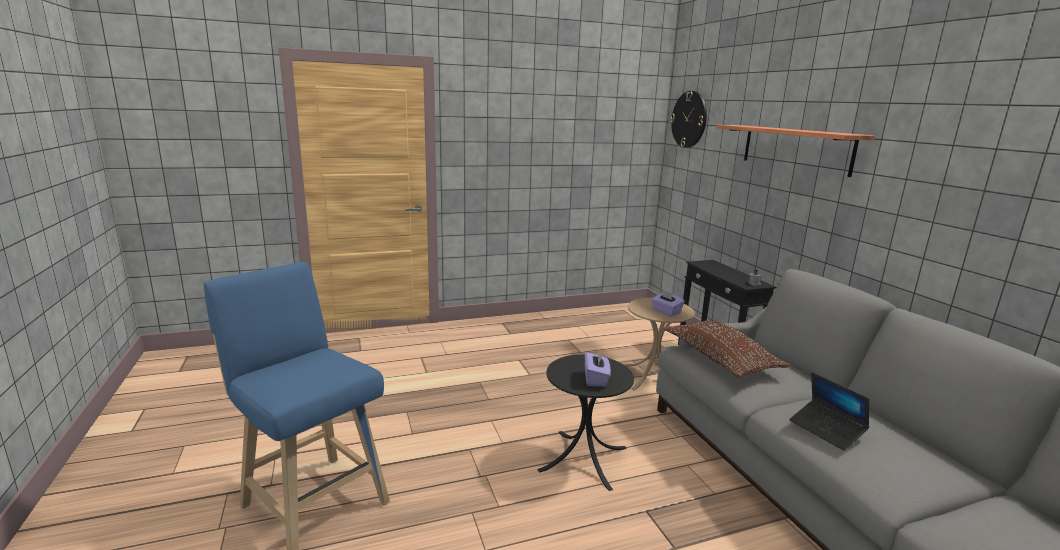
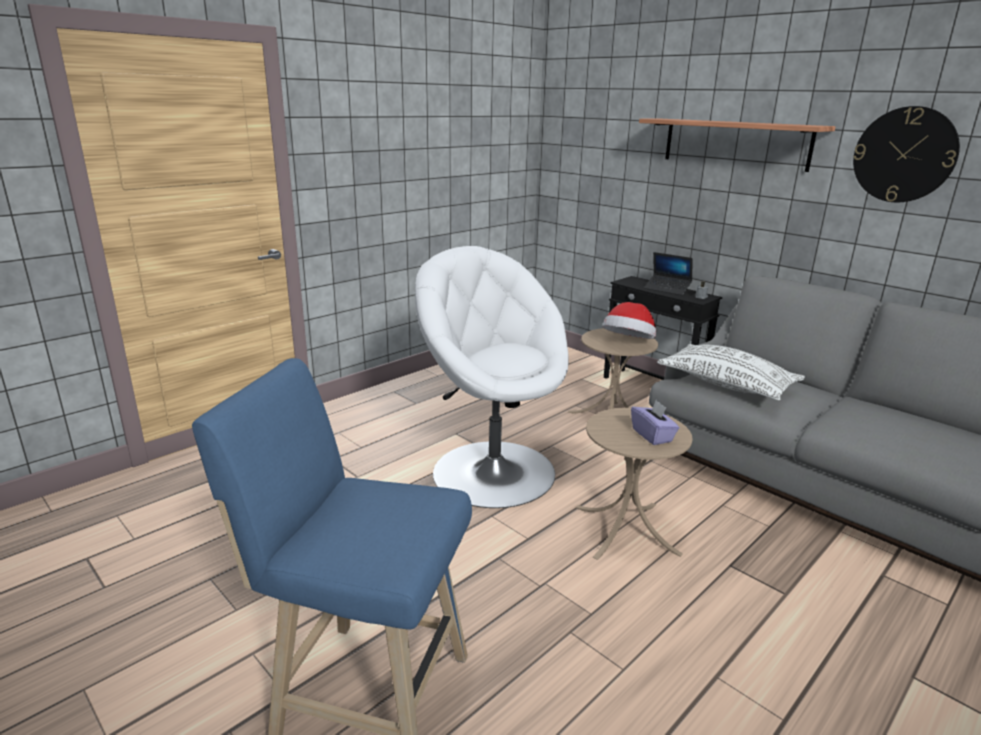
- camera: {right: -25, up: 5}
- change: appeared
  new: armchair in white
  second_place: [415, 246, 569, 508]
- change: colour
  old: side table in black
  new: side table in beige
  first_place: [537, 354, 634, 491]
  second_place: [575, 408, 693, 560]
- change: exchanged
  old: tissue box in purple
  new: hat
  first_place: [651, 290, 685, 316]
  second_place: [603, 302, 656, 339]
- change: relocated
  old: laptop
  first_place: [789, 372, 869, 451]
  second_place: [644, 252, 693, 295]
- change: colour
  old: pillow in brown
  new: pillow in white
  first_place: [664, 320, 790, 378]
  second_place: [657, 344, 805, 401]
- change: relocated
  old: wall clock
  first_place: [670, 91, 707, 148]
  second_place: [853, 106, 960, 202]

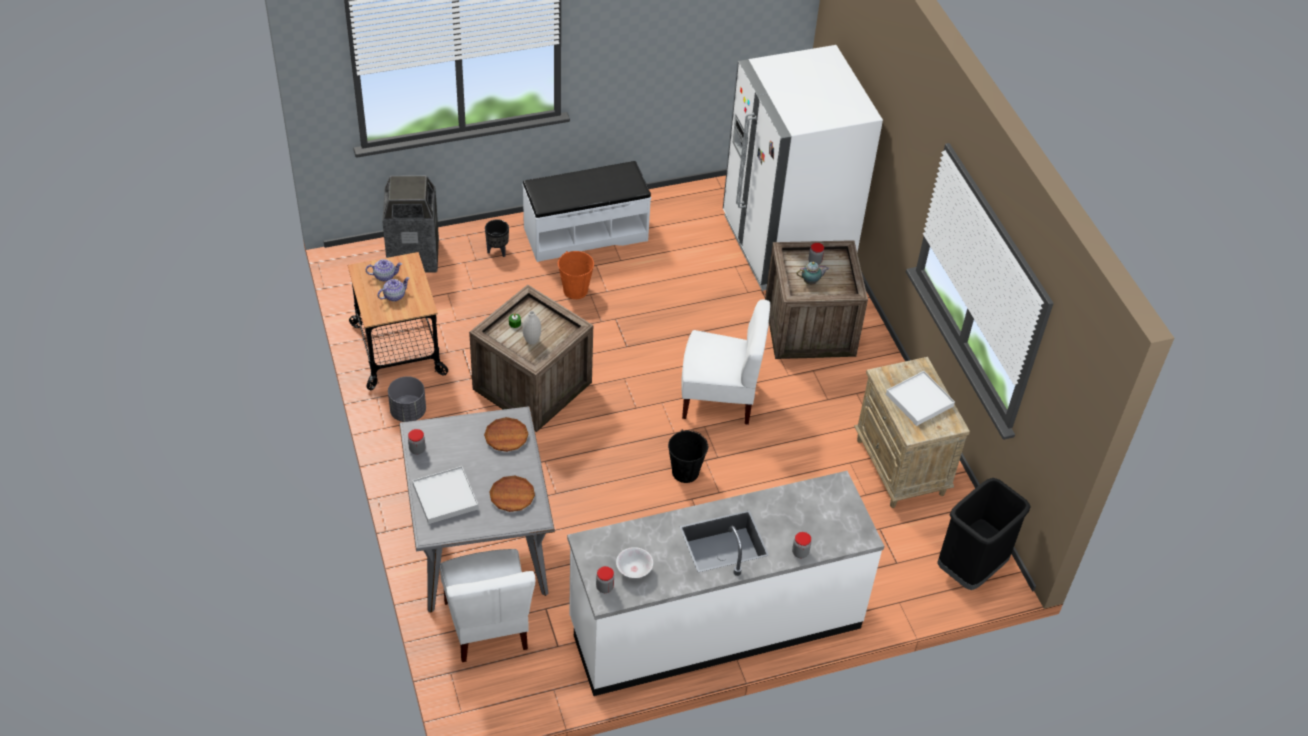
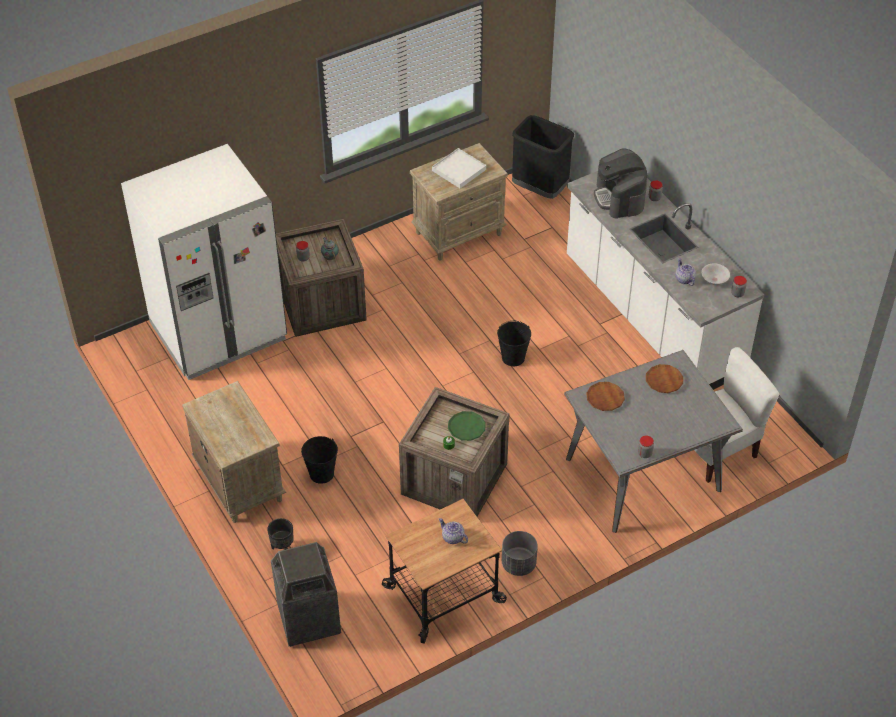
- camera: {right: -100, up: 0}
- change: exchanged
  old: bench in white
  new: nightstand in beige
  first_place: [522, 161, 651, 262]
  second_place: [182, 381, 286, 523]
- change: colour
  old: bucket in orange
  new: bucket in black
  first_place: [558, 251, 594, 299]
  second_place: [301, 436, 338, 484]
- change: exchanged
  old: vase in white
  new: plate in green
  first_place: [522, 311, 541, 345]
  second_place: [448, 411, 486, 441]
- change: appeared
  new: coffee machine
  second_place: [594, 149, 647, 218]
- change: relocated
  old: teapot
  first_place: [366, 259, 402, 281]
  second_place: [675, 258, 696, 286]
- change: missing
  old: tray in white
  first_place: [412, 466, 479, 524]
- change: missing
  old: chair in white
  first_place: [682, 299, 770, 425]

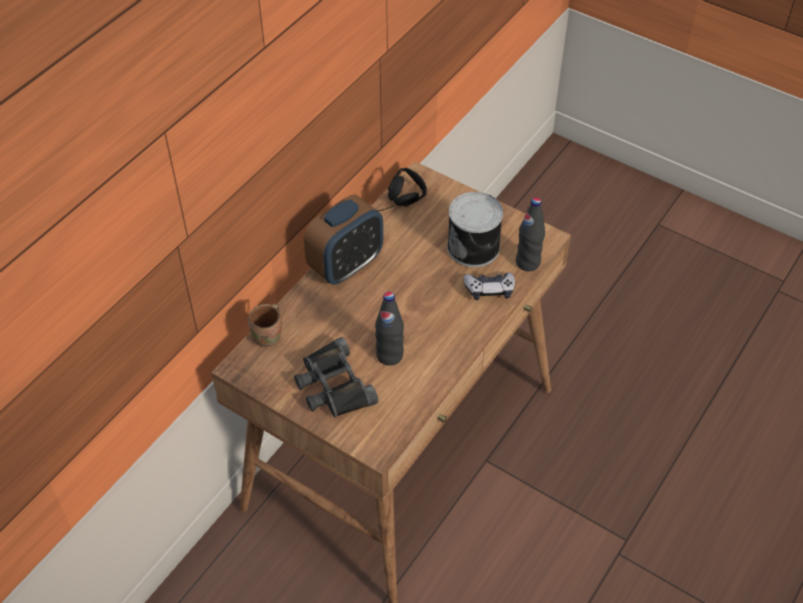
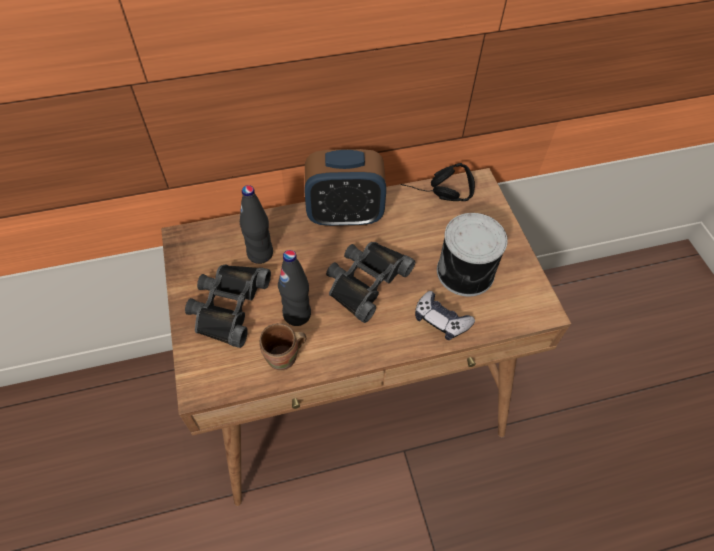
- camera: {right: 40, up: 5}
- change: relocated
  old: bottle in black
  first_place: [516, 197, 545, 271]
  second_place: [240, 185, 273, 264]
- change: relocated
  old: mug in brown
  first_place: [248, 304, 282, 348]
  second_place: [260, 323, 306, 371]
- change: appeared
  new: binoculars in black
  second_place: [326, 242, 415, 323]

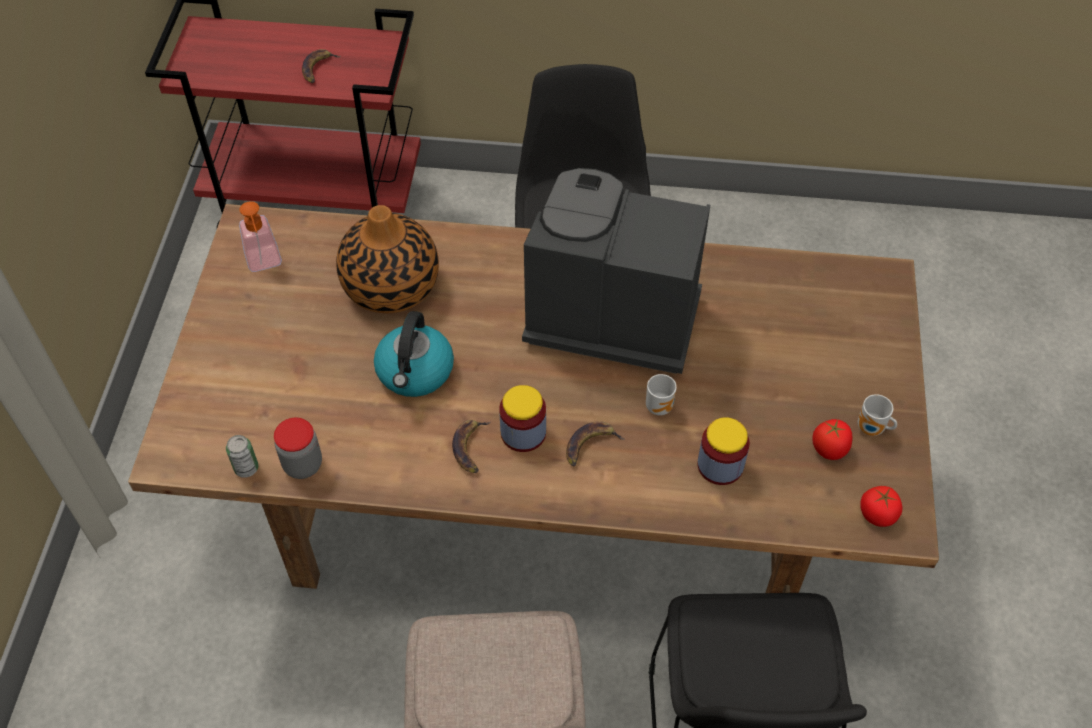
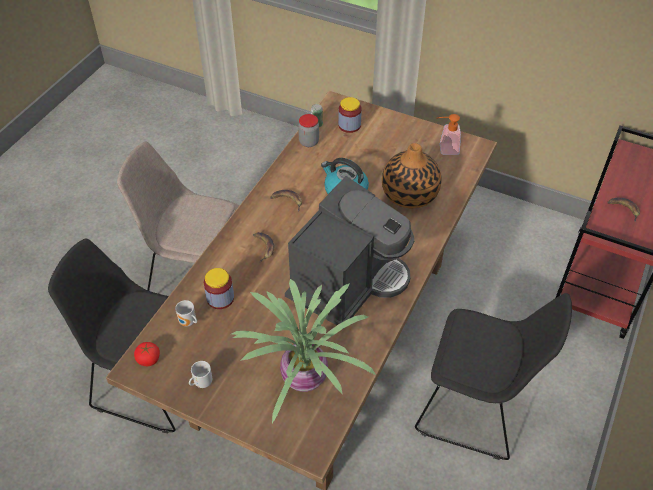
- camera: {right: 110, up: -5}
- change: relocated
  old: mug
  first_place: [646, 374, 677, 415]
  second_place: [175, 300, 197, 326]
- change: appeared
  new: potted plant
  second_place: [232, 279, 377, 423]
- change: relocated
  old: jar
  first_place: [499, 385, 546, 452]
  second_place: [338, 97, 362, 133]
- change: missing
  old: tomato
  first_place: [812, 419, 853, 460]

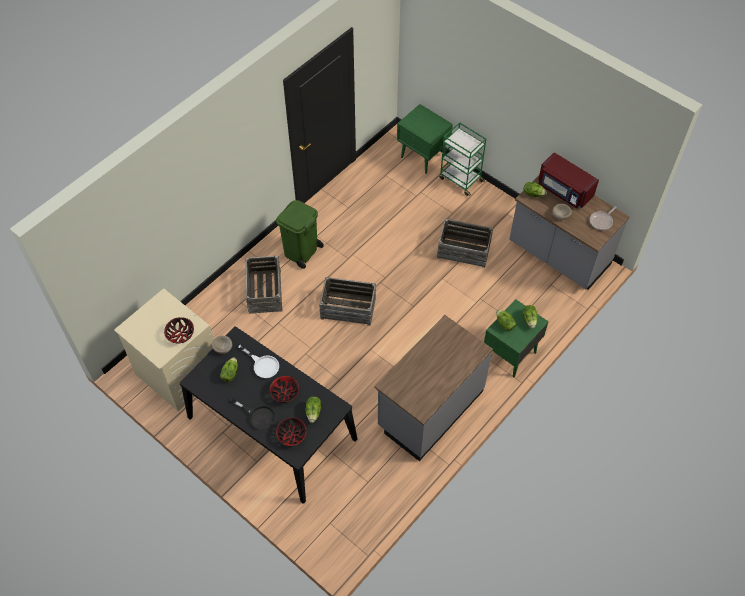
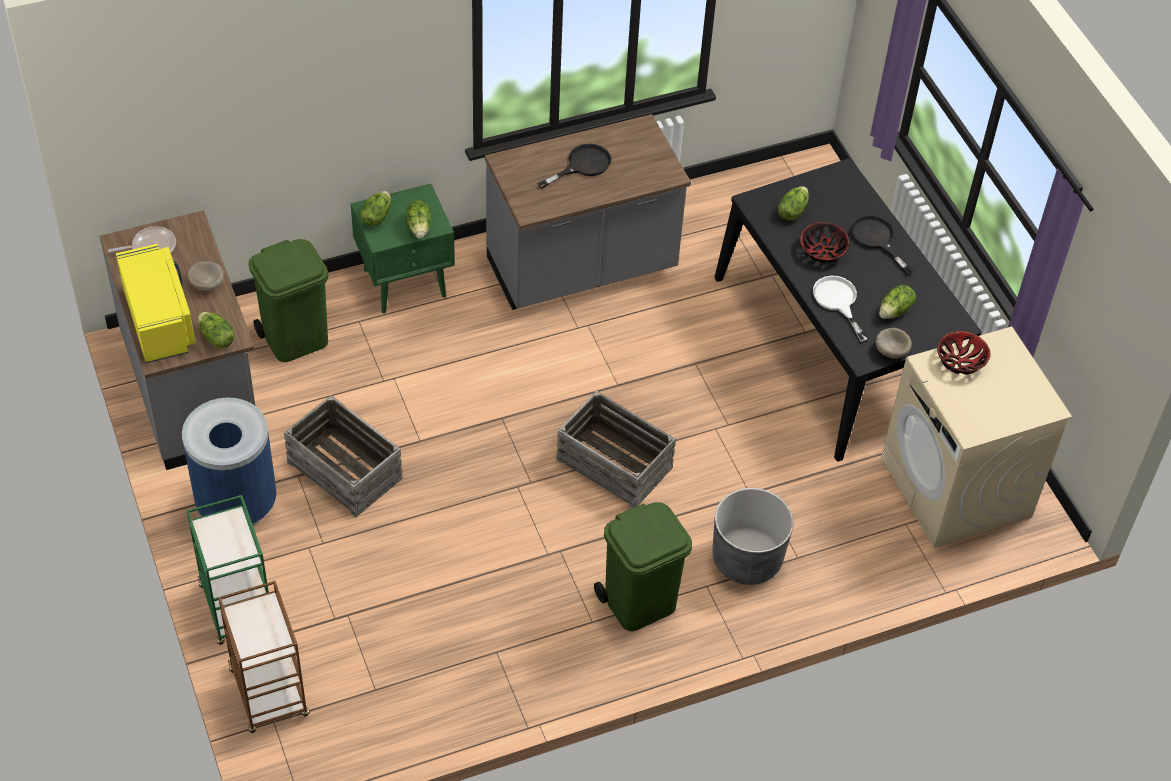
- camera: {right: -155, up: -5}
- change: colour
  old: microwave in red
  new: microwave in yellow
  first_place: [538, 152, 599, 208]
  second_place: [116, 244, 195, 363]
- change: appeared
  new: trash can in blue
  second_place: [182, 398, 277, 526]
- change: exchanged
  old: nightstand in green
  new: cart in brown
  first_place: [397, 104, 453, 174]
  second_place: [218, 581, 309, 733]
- change: appeared
  new: trash can in green
  second_place: [248, 239, 328, 362]
- change: appeared
  new: frying pan in black
  second_place: [537, 144, 611, 189]
- change: exchanged
  old: crate
  new: planter in grey
  first_place: [245, 256, 283, 314]
  second_place: [713, 488, 793, 585]
- change: missing
  old: bowl
  first_place: [276, 417, 307, 446]

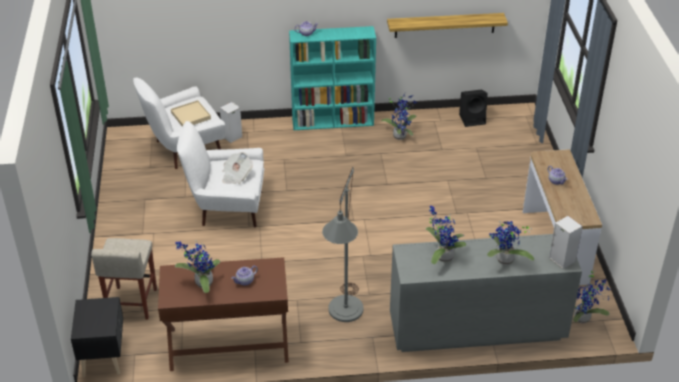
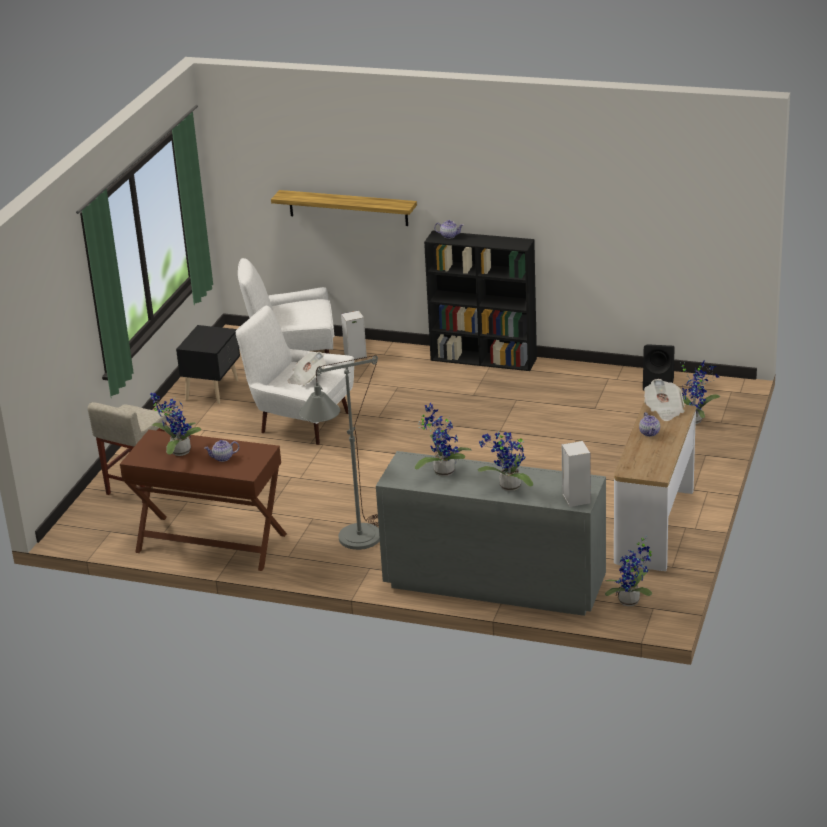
- camera: {right: 25, up: -10}
- change: relocated
  old: nightstand in black
  first_place: [71, 297, 123, 377]
  second_place: [176, 325, 240, 404]
- change: relocated
  old: shelf
  first_place: [387, 13, 508, 38]
  second_place: [271, 190, 417, 226]
- change: colour
  old: bookcase in turquoise
  new: bookcase in black
  first_place: [289, 26, 376, 130]
  second_place: [424, 230, 537, 371]
- change: appeared
  new: newspaper
  second_place: [644, 379, 685, 421]
- change: relocated
  old: potted plant
  first_place: [381, 93, 417, 140]
  second_place: [680, 361, 720, 424]
- change: missing
  old: tray in beige
  first_place: [171, 100, 211, 127]

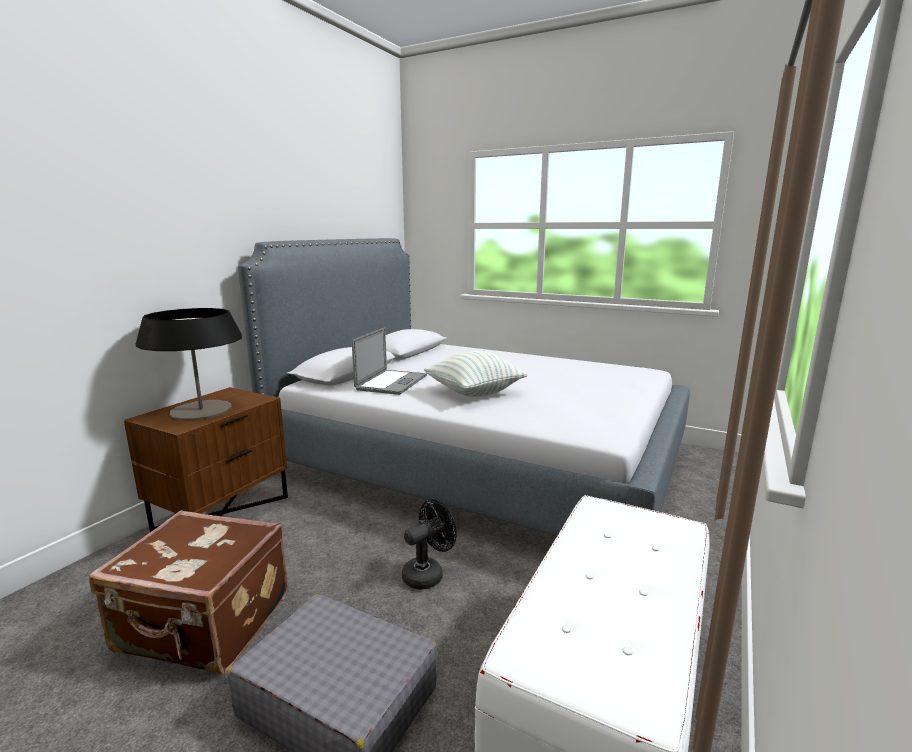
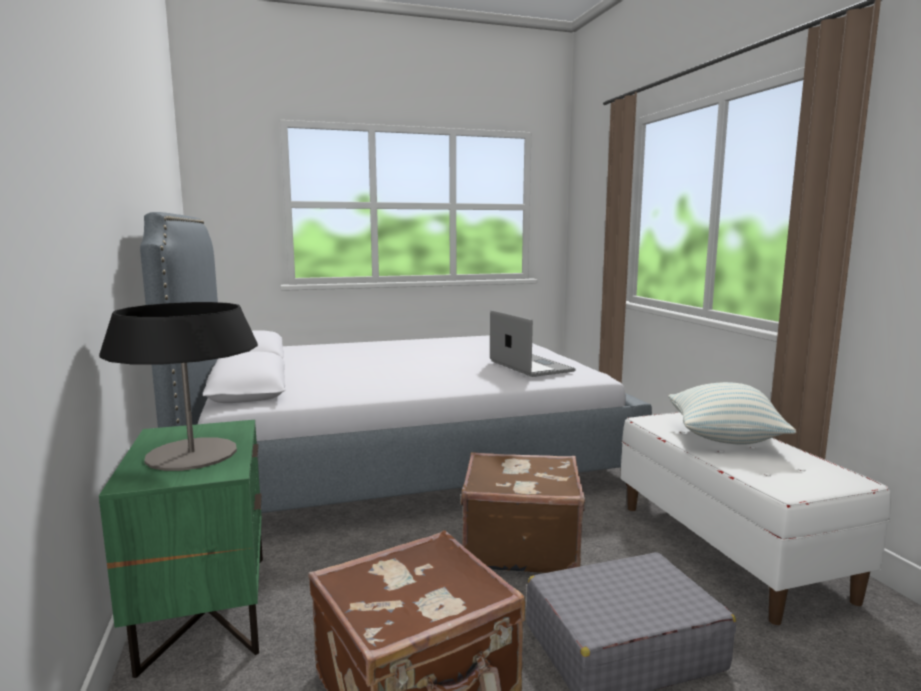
- camera: {right: -45, up: -5}
- change: colour
  old: nightstand in brown
  new: nightstand in green
  first_place: [124, 387, 288, 532]
  second_place: [99, 420, 263, 678]
- change: exchanged
  old: fan in black
  new: suitcase in brown
  first_place: [402, 499, 457, 590]
  second_place: [461, 452, 585, 573]
- change: relocated
  old: laptop
  first_place: [352, 327, 427, 395]
  second_place: [490, 310, 576, 377]
- change: relocated
  old: pillow
  first_place: [424, 350, 528, 397]
  second_place: [669, 382, 796, 445]

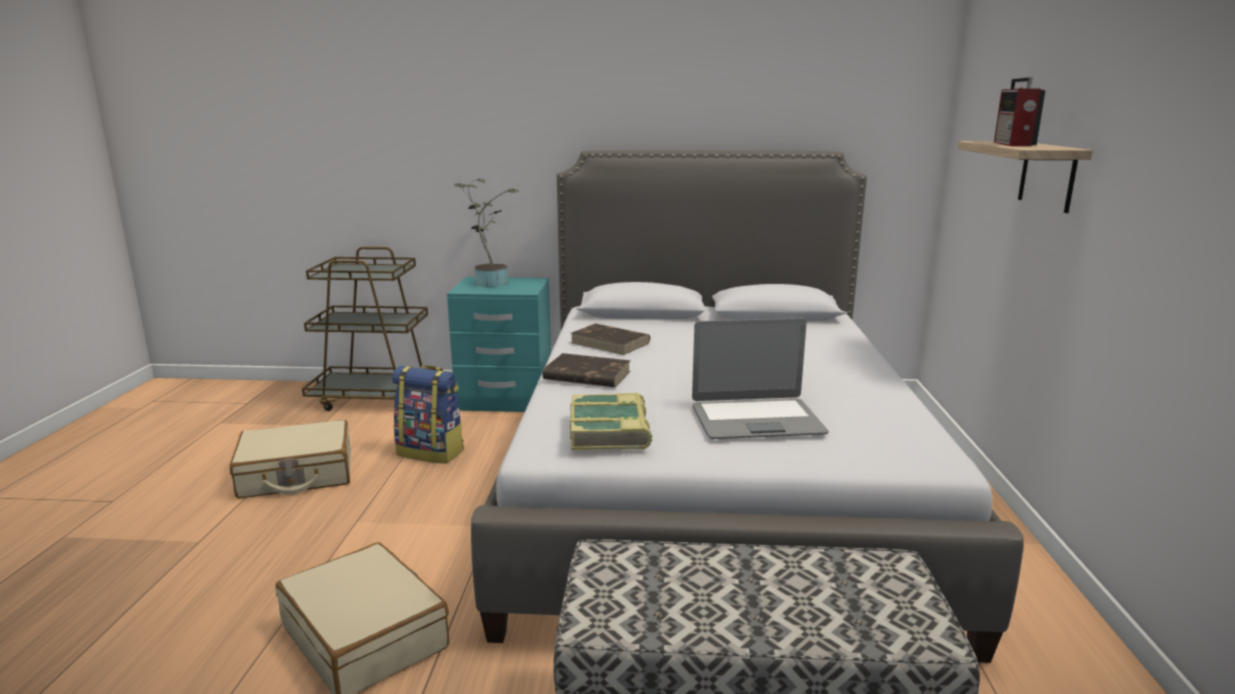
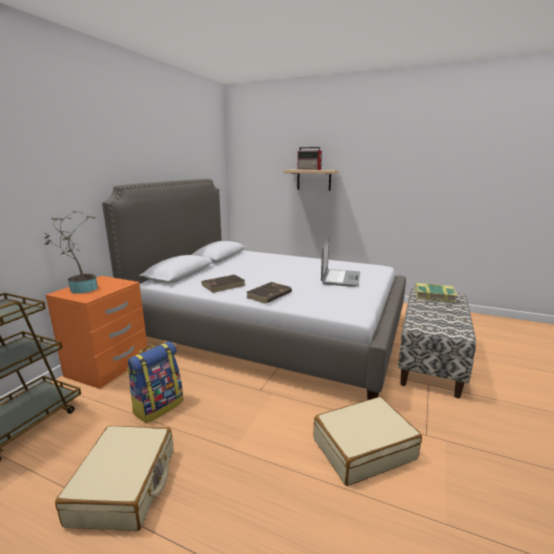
- camera: {right: -70, up: 0}
- change: colour
  old: nightstand in turquoise
  new: nightstand in orange
  first_place: [447, 277, 551, 412]
  second_place: [46, 276, 148, 389]
- change: relocated
  old: book
  first_place: [570, 392, 652, 450]
  second_place: [415, 283, 458, 303]

